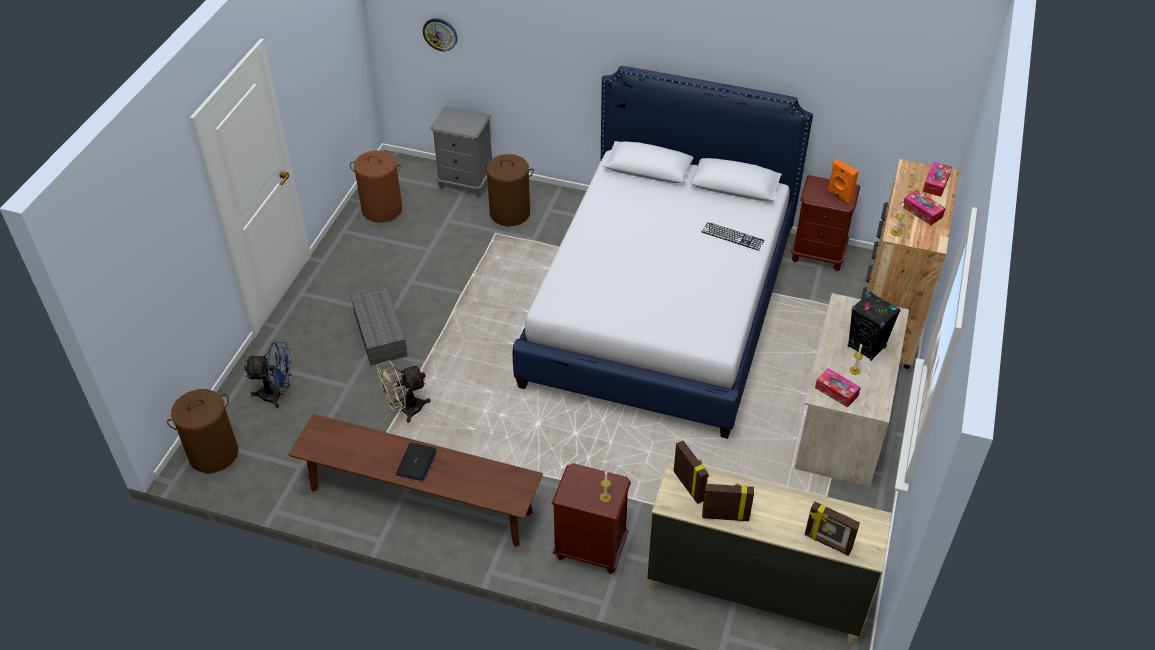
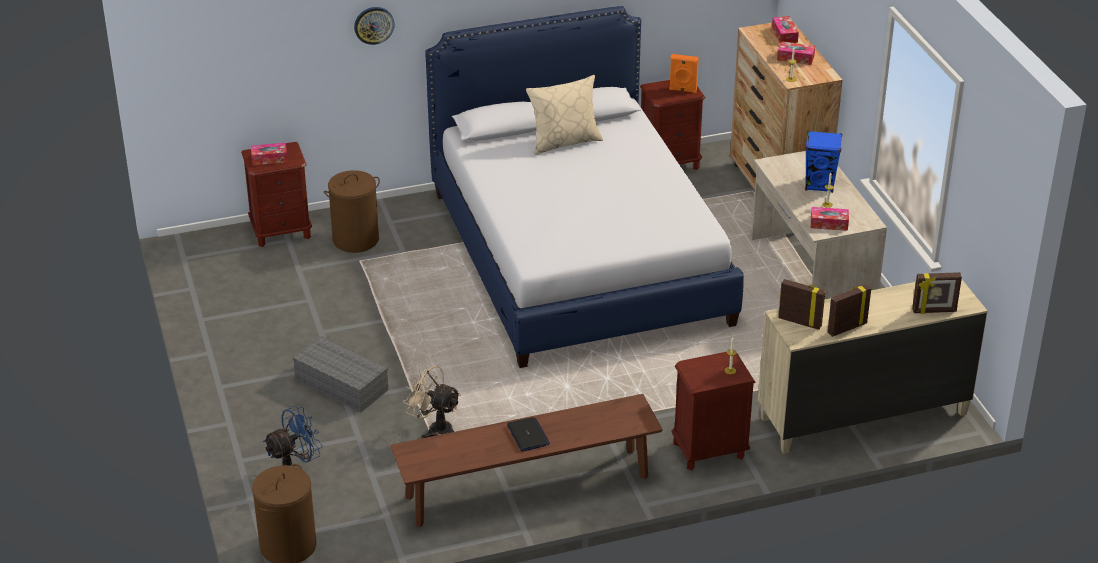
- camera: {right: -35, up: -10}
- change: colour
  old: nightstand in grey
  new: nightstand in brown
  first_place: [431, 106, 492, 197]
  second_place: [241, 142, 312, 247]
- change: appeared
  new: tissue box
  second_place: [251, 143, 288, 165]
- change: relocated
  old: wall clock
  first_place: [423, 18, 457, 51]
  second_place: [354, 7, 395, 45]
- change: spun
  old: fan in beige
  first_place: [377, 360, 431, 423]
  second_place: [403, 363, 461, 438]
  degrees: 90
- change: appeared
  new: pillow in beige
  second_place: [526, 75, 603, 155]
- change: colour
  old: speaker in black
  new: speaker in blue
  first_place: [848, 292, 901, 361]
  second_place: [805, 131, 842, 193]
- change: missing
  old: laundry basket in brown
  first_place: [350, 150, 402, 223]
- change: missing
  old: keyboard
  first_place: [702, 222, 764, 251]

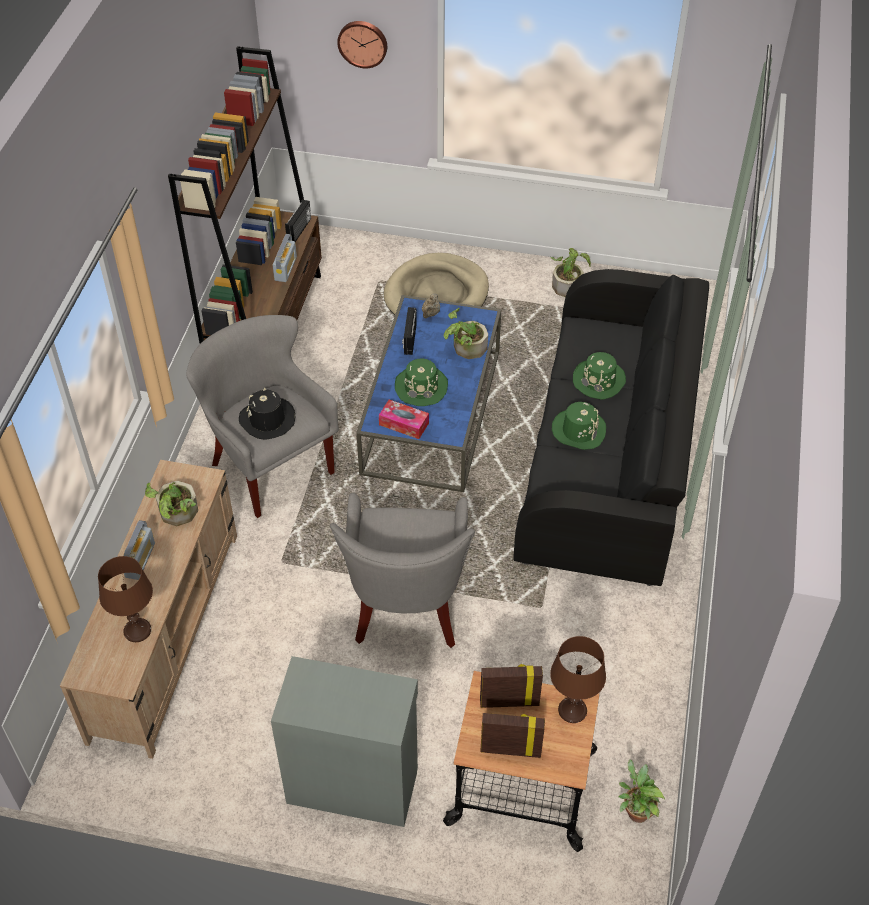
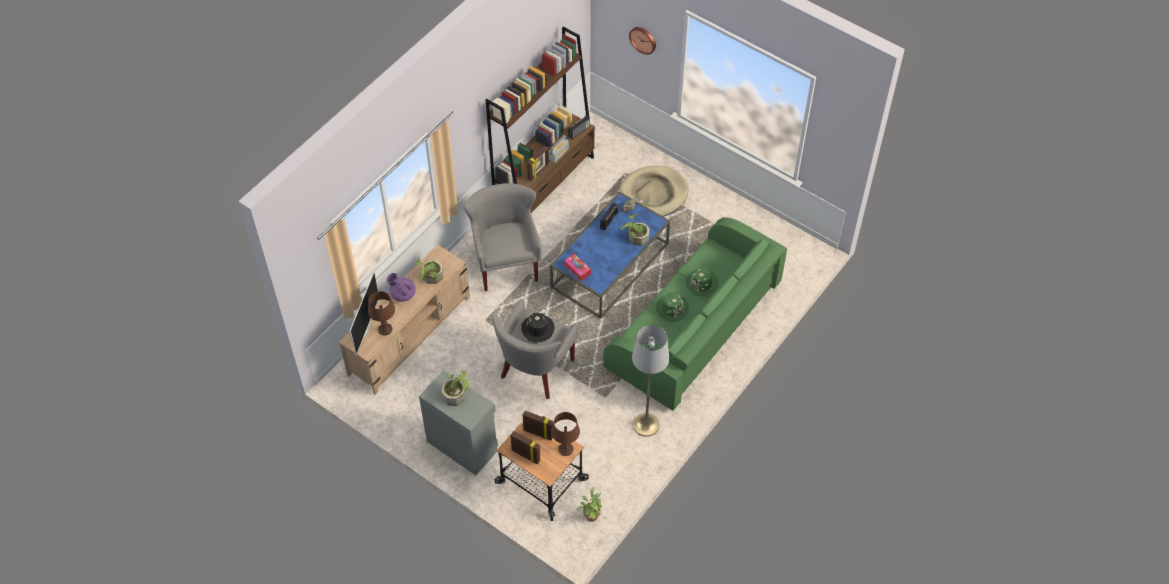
- camera: {right: 25, up: 5}
- change: appeared
  new: television
  second_place: [350, 271, 378, 356]
- change: exchanged
  old: radio
  new: teapot in purple
  first_place: [123, 520, 155, 580]
  second_place: [386, 273, 416, 302]
- change: relocated
  old: potted plant
  first_place: [551, 248, 591, 297]
  second_place: [442, 370, 469, 406]
- change: relocated
  old: hat in black
  first_place: [239, 388, 295, 440]
  second_place: [521, 312, 554, 342]
- change: appeared
  new: picture frame
  second_place: [527, 146, 549, 182]
- change: colour
  old: sofa in black
  new: sofa in green
  first_place: [513, 269, 709, 586]
  second_place: [603, 217, 787, 411]
- change: appeared
  new: floor lamp in grey
  second_place: [632, 325, 669, 437]
- change: missing
  old: hat in green
  first_place: [395, 358, 448, 406]

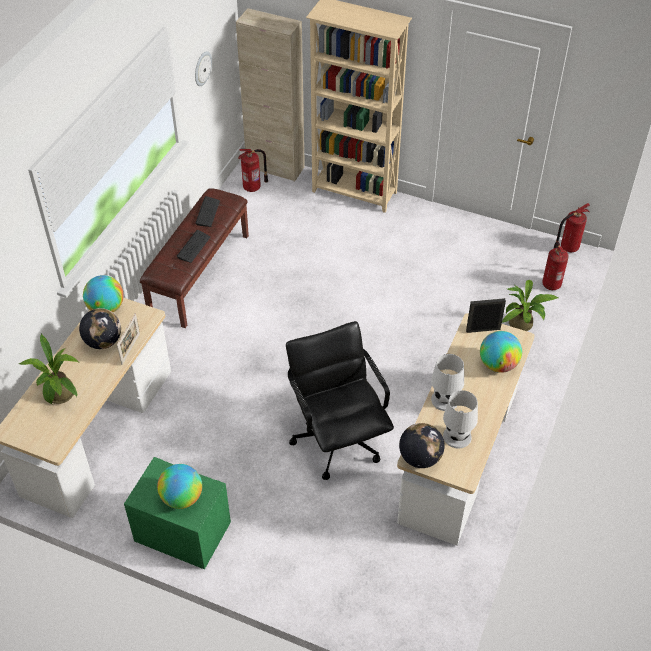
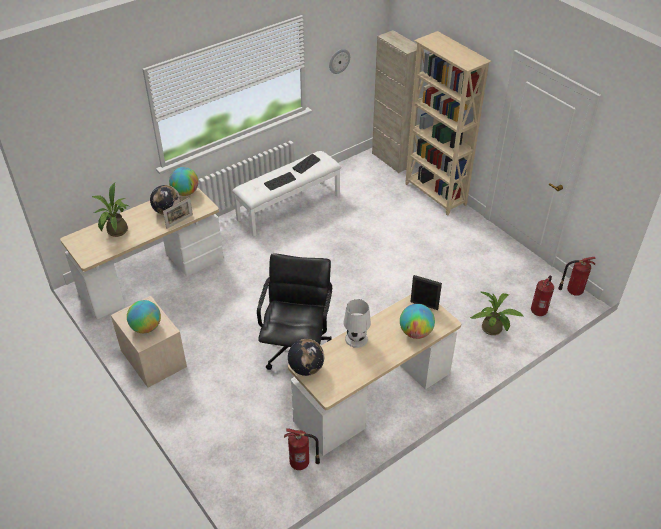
- camera: {right: 30, up: -5}
- change: colour
  old: nightstand in green
  new: nightstand in beige
  first_place: [124, 457, 231, 569]
  second_place: [111, 296, 187, 388]
- change: colour
  old: bench in brown
  new: bench in white
  first_place: [140, 188, 249, 328]
  second_place: [232, 151, 341, 237]
- change: relocated
  old: fire extinguisher
  first_place: [238, 149, 268, 192]
  second_place: [284, 428, 320, 470]
- change: missing
  old: table lamp in white
  first_place: [443, 390, 478, 448]

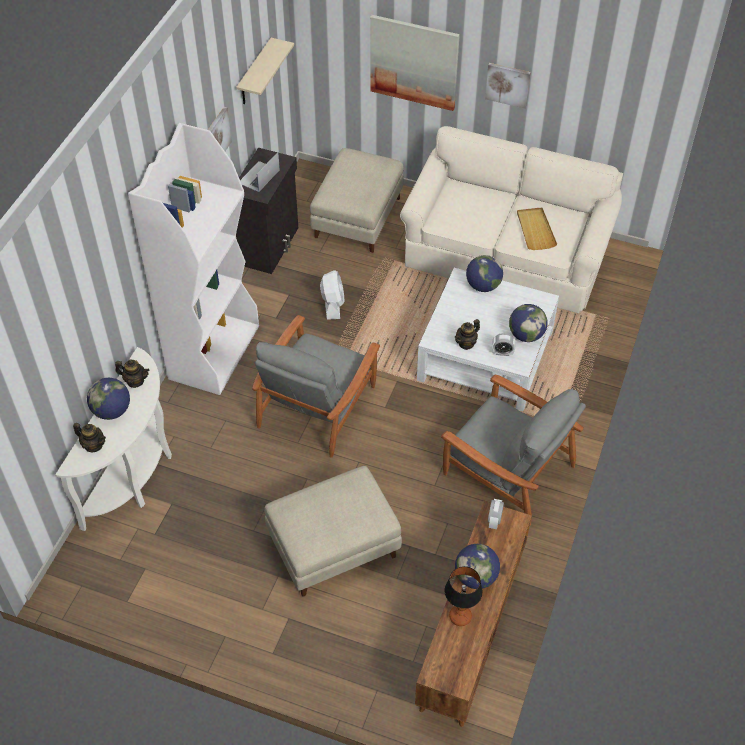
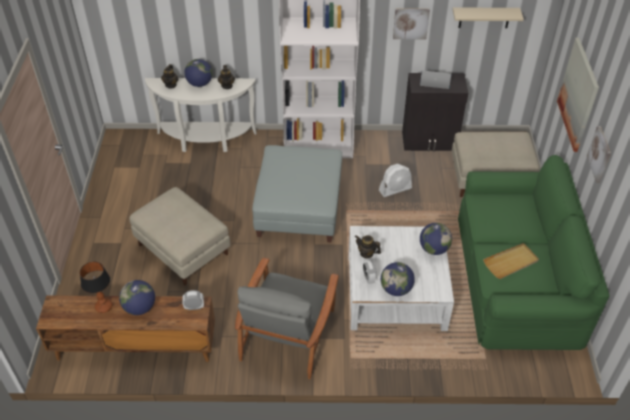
- camera: {right: 70, up: -5}
- change: exchanged
  old: armchair in grey
  new: ottoman in grey
  first_place: [252, 315, 380, 458]
  second_place: [252, 145, 342, 242]
- change: colour
  old: sofa in beige
  new: sofa in green
  first_place: [400, 126, 623, 313]
  second_place: [458, 155, 610, 350]

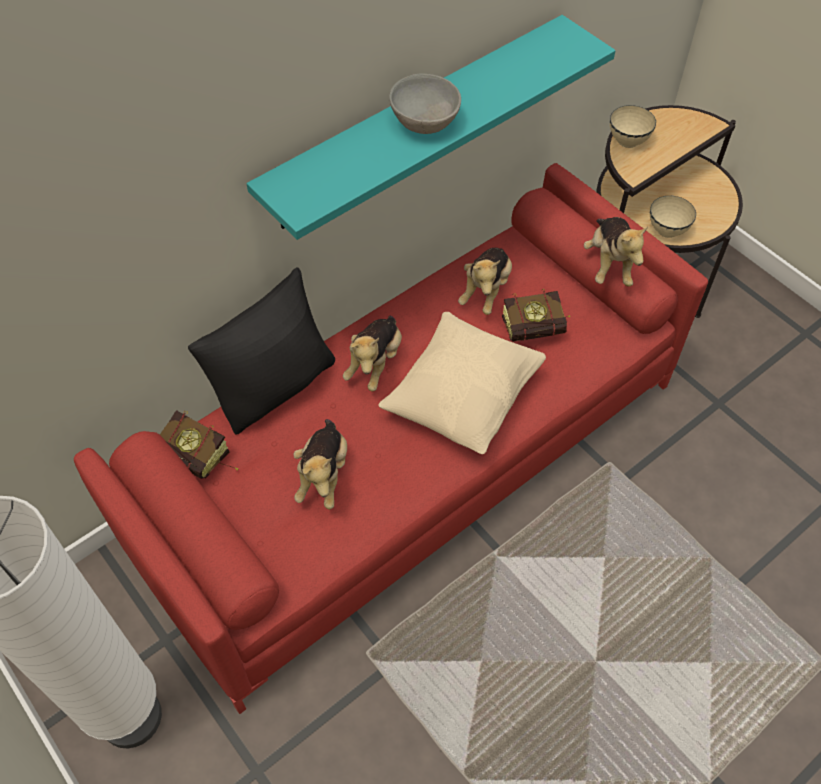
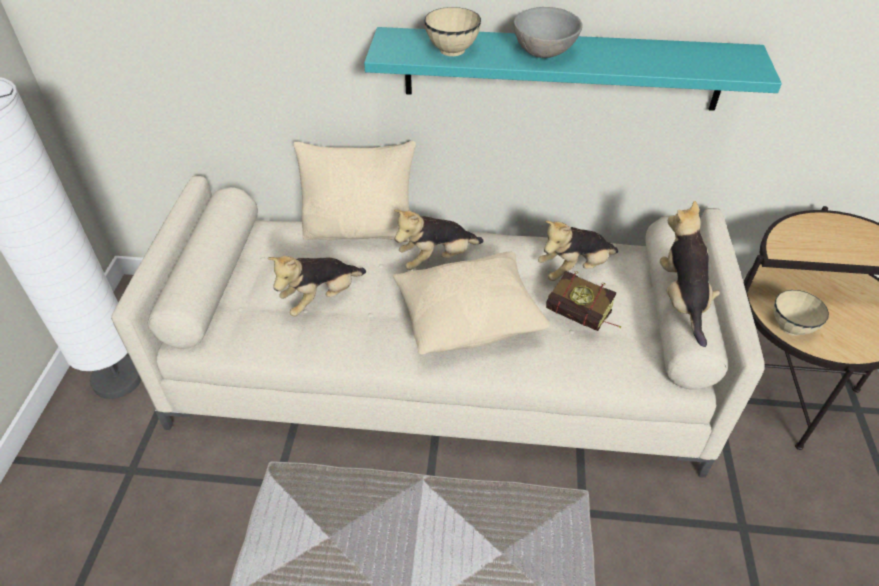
- camera: {right: 45, up: -10}
- change: colour
  old: sofa in red
  new: sofa in beige
  first_place: [74, 163, 708, 714]
  second_place: [111, 176, 765, 478]
- change: colour
  old: pillow in black
  new: pillow in beige
  first_place: [188, 267, 335, 434]
  second_place: [293, 141, 416, 242]
- change: relocated
  old: bowl in beige
  first_place: [610, 105, 656, 148]
  second_place: [425, 7, 481, 56]
- change: spun
  old: plush toy
  first_place: [584, 217, 648, 287]
  second_place: [660, 201, 720, 347]
  degrees: 135
- change: missing
  old: book
  first_place: [160, 410, 238, 479]

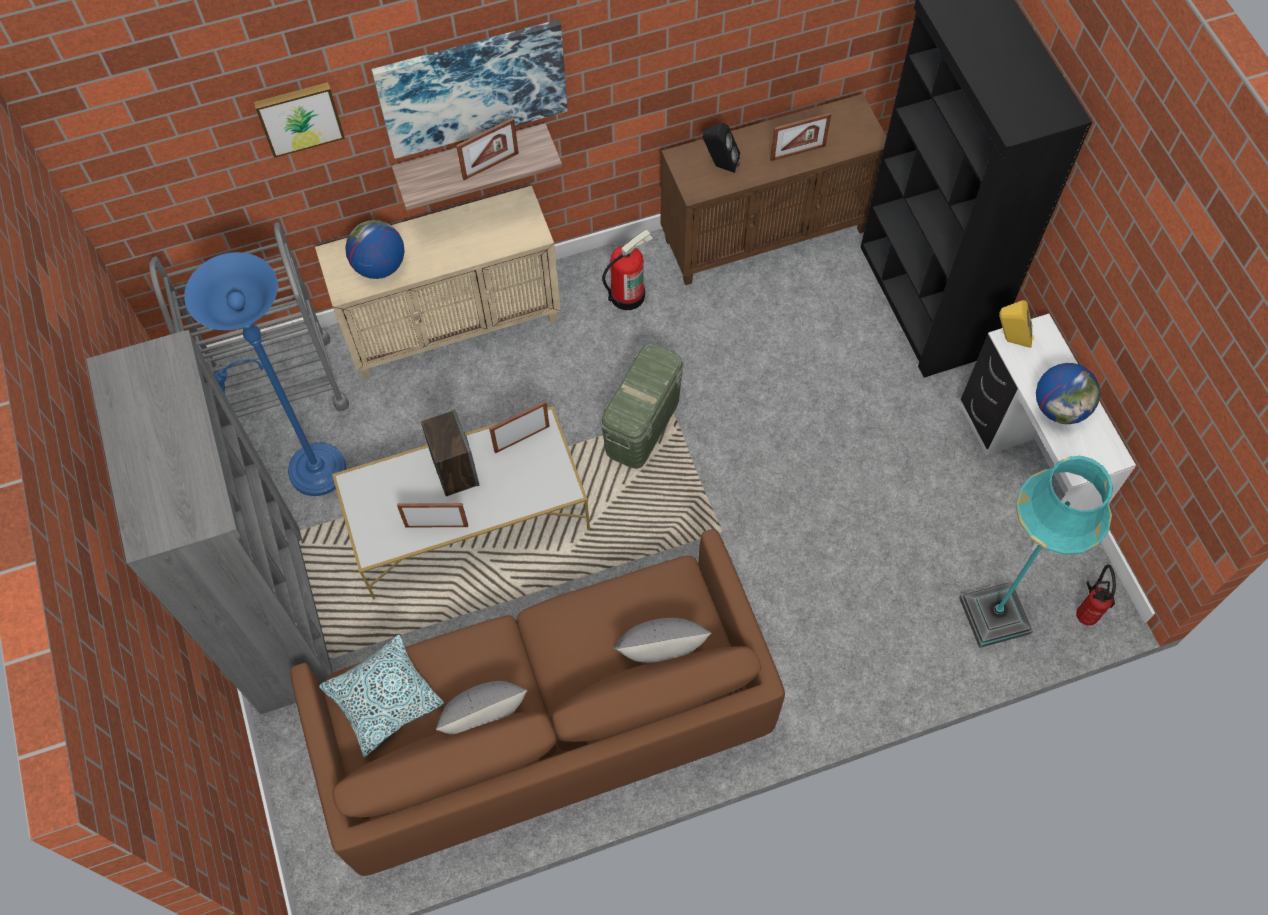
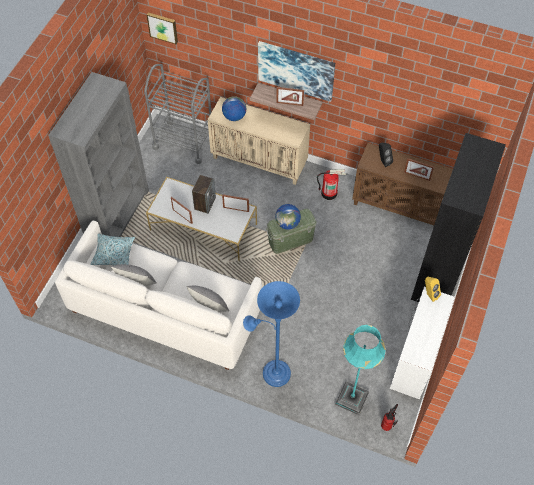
- camera: {right: 40, up: -5}
- change: colour
  old: sofa in brown
  new: sofa in white
  first_place: [290, 529, 785, 876]
  second_place: [55, 220, 262, 370]
- change: relocated
  old: picture
  first_place: [254, 82, 345, 158]
  second_place: [147, 12, 178, 45]
- change: relocated
  old: floor lamp in blue
  first_place: [184, 252, 346, 496]
  second_place: [243, 281, 300, 387]
- change: relocated
  old: globe
  first_place: [1036, 363, 1100, 424]
  second_place: [275, 204, 301, 229]

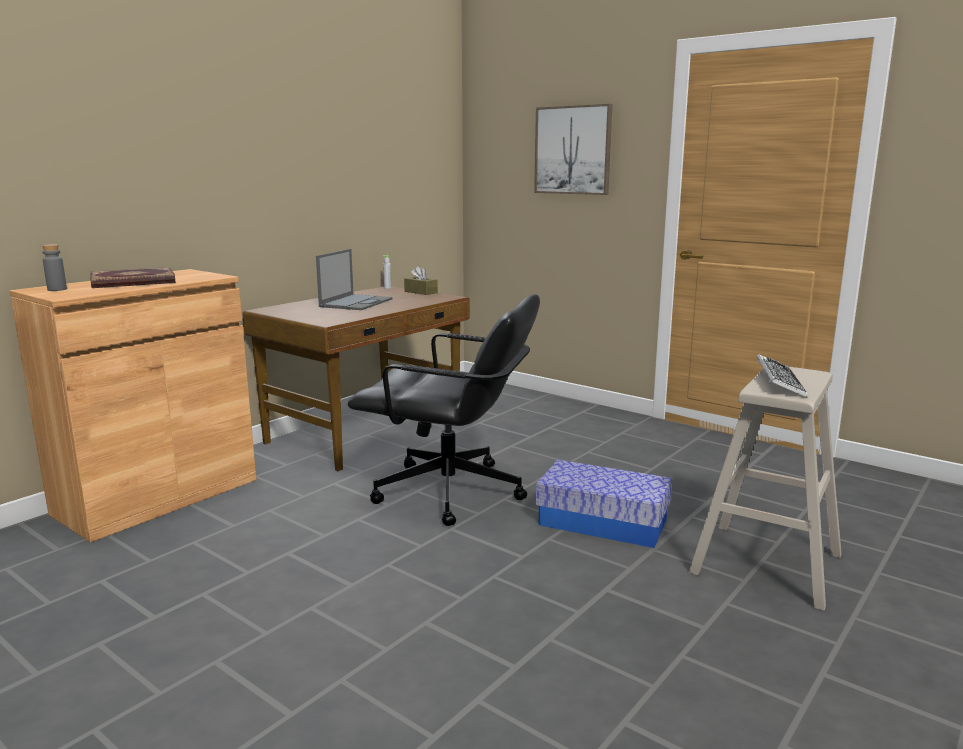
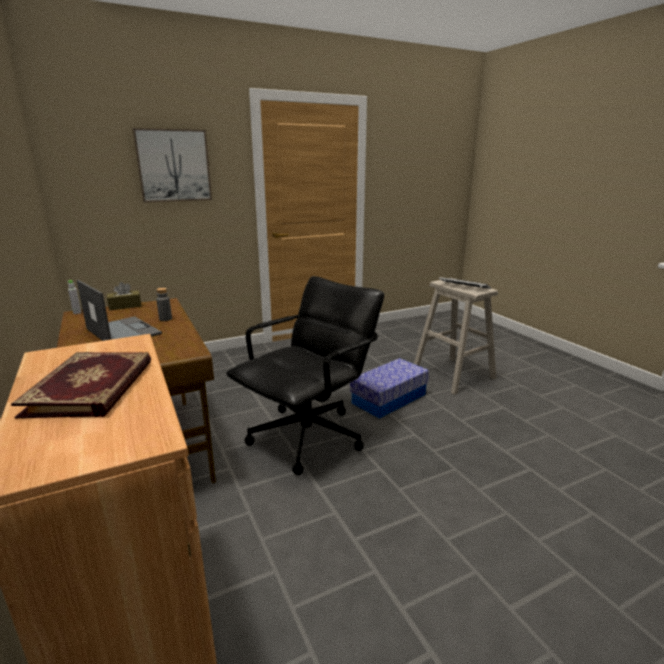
- camera: {right: -65, up: 5}
- change: relocated
  old: bottle in grey
  first_place: [42, 244, 67, 291]
  second_place: [156, 288, 172, 321]

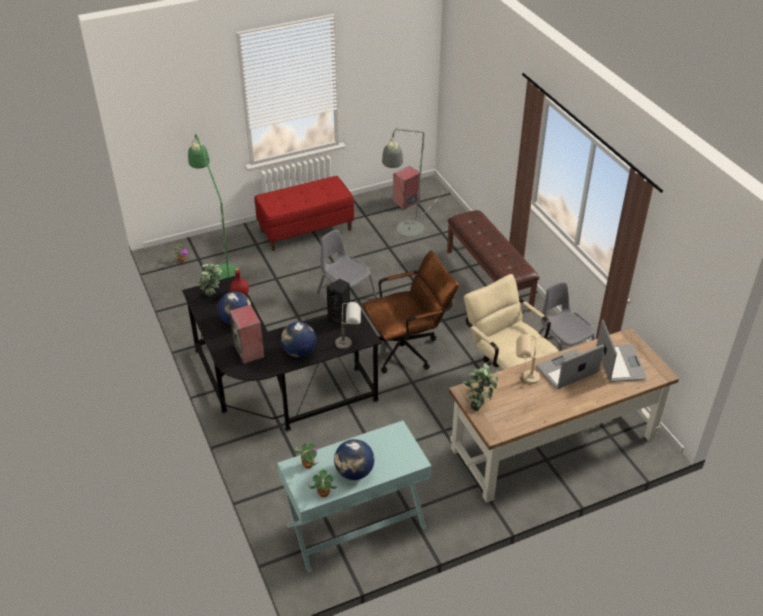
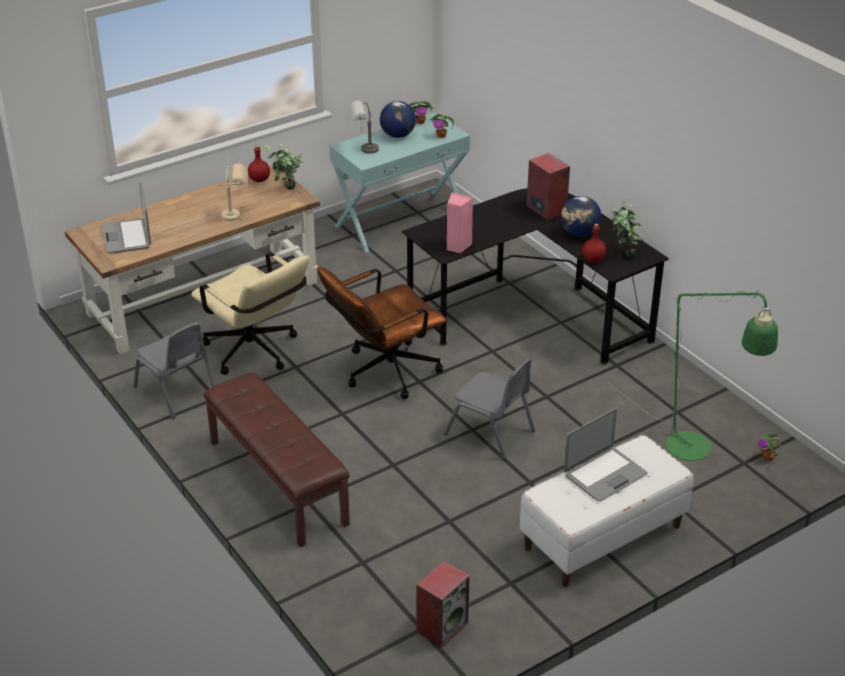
- camera: {right: 170, up: -5}
- change: appeared
  new: bottle in red
  second_place: [248, 145, 270, 182]
- change: relocated
  old: table lamp in grey
  first_place: [335, 302, 361, 350]
  second_place: [349, 101, 379, 154]
- change: colour
  old: speaker in black
  new: speaker in pink
  first_place: [327, 279, 350, 327]
  second_place: [447, 192, 473, 253]
- change: colour
  old: bench in red
  new: bench in white
  first_place: [254, 176, 354, 251]
  second_place: [520, 435, 693, 587]
- change: relocated
  old: laptop
  first_place: [536, 345, 604, 389]
  second_place: [564, 408, 647, 501]
- change: missing
  old: globe
  first_place: [281, 322, 316, 357]
- change: missing
  old: floor lamp in grey
  first_place: [382, 128, 442, 237]

